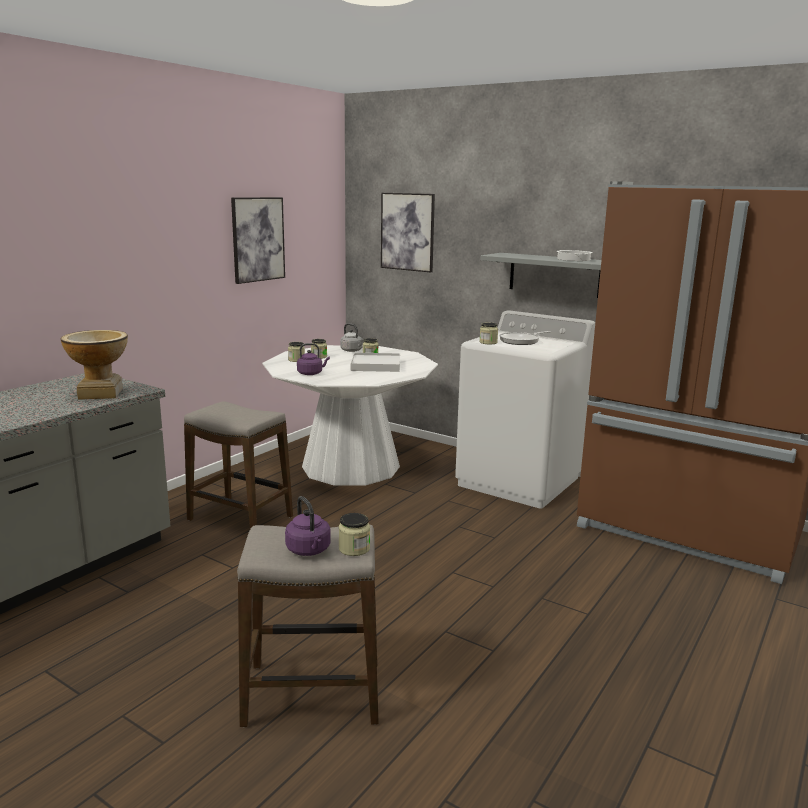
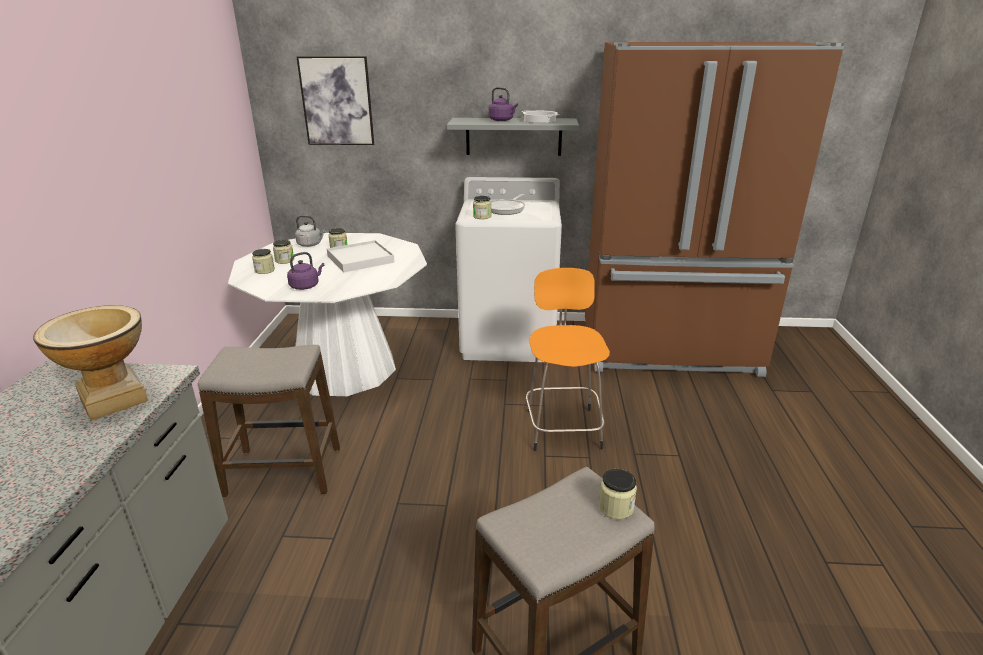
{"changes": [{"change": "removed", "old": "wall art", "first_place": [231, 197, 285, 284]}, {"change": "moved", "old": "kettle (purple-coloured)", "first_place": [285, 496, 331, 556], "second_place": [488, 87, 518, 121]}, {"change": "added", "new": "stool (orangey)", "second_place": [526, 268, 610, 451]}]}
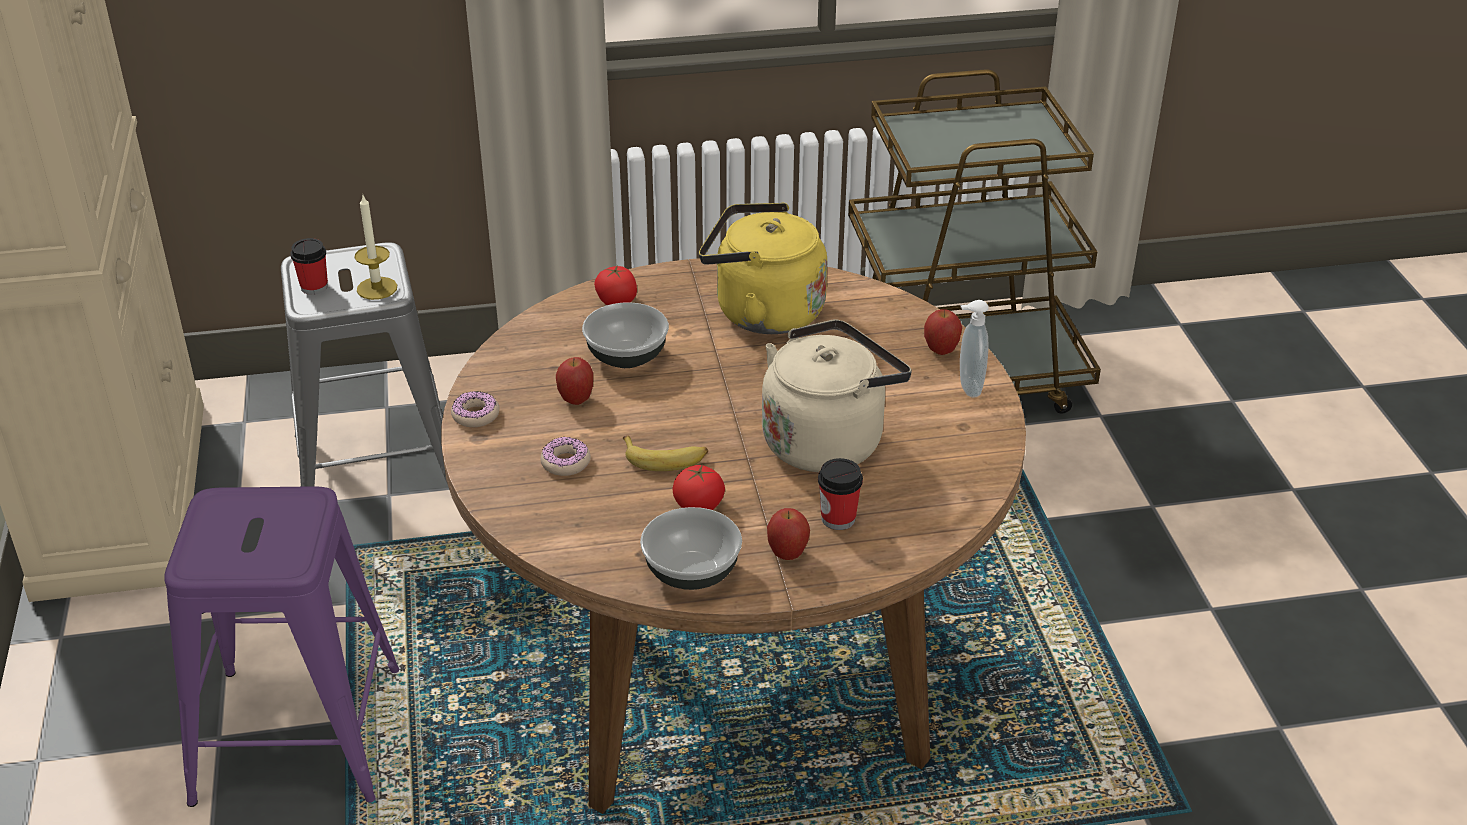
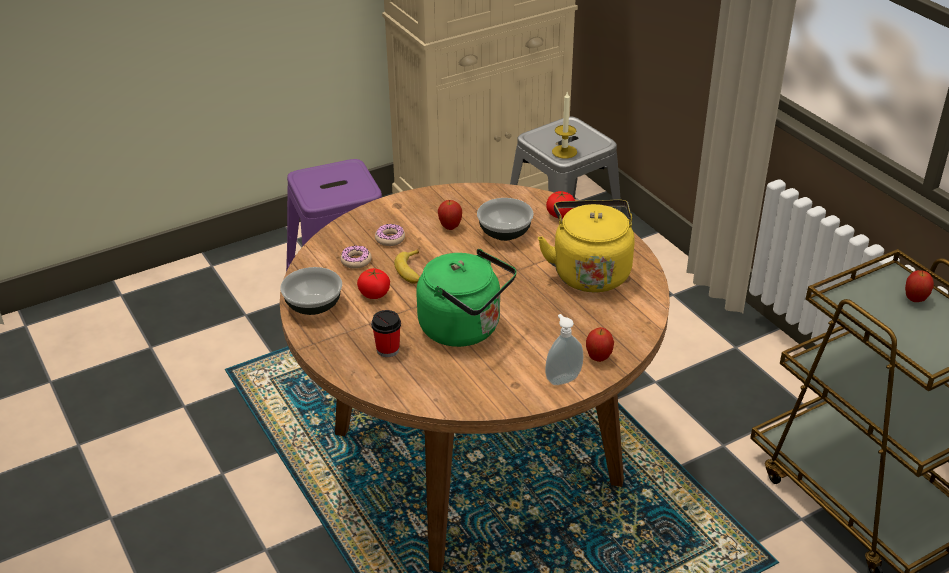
{"changes": [{"change": "removed", "old": "drinking cup", "first_place": [290, 238, 328, 295]}, {"change": "moved", "old": "ring doughnut", "first_place": [451, 391, 500, 427], "second_place": [340, 246, 371, 269]}, {"change": "recoloured", "old": "kettle (beige-coloured)", "new": "kettle (greenish)", "first_place": [762, 319, 912, 472], "second_place": [416, 249, 517, 347]}, {"change": "moved", "old": "apple fruit", "first_place": [767, 508, 810, 560], "second_place": [905, 270, 934, 302]}]}
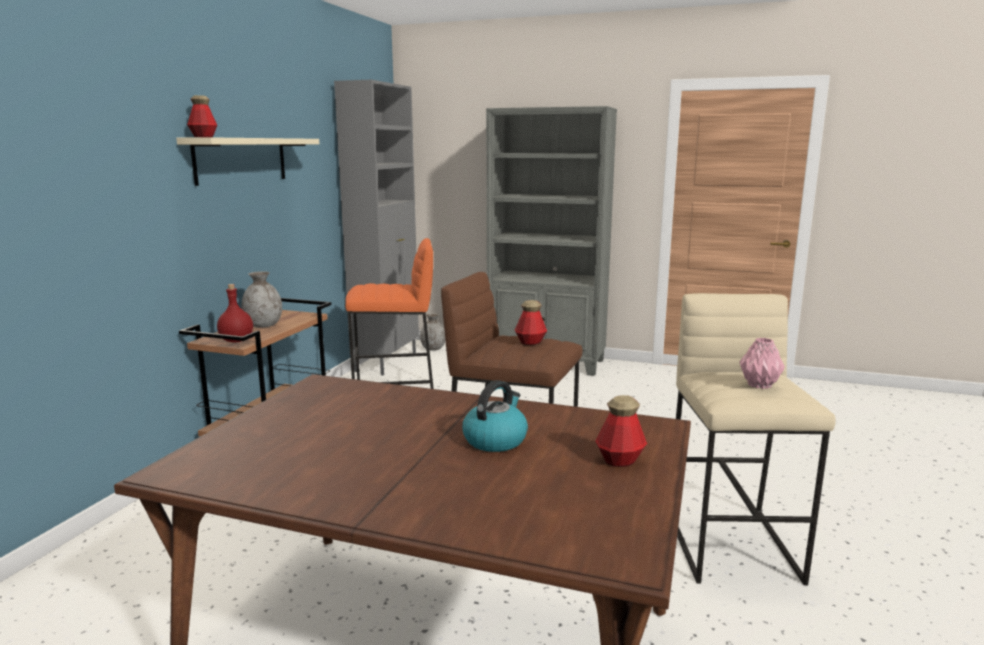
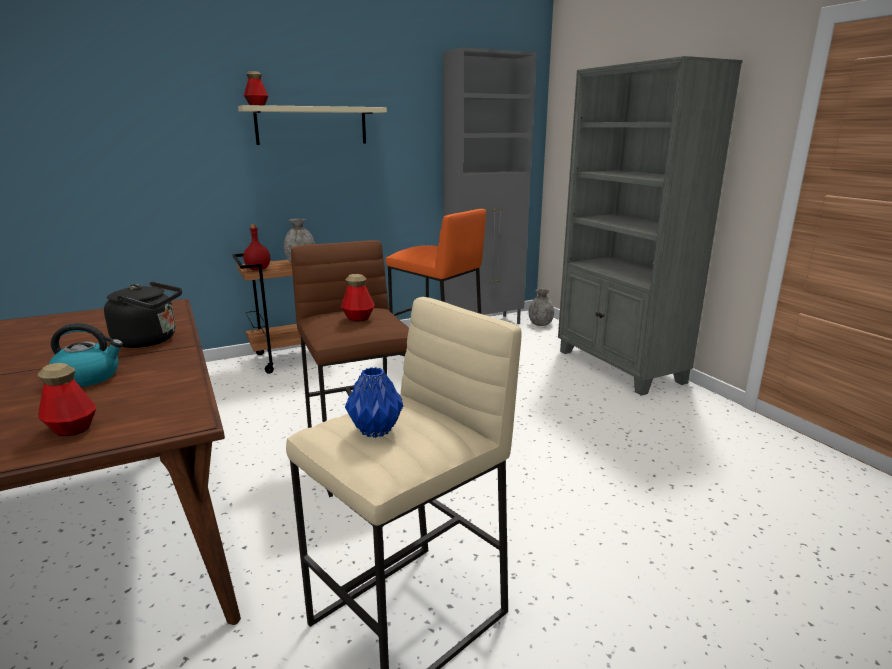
{"changes": [{"change": "recoloured", "old": "flower vase (pinkish)", "new": "flower vase (blue)", "first_place": [740, 338, 785, 389], "second_place": [345, 367, 404, 438]}, {"change": "added", "new": "kettle (black)", "second_place": [104, 281, 182, 348]}]}
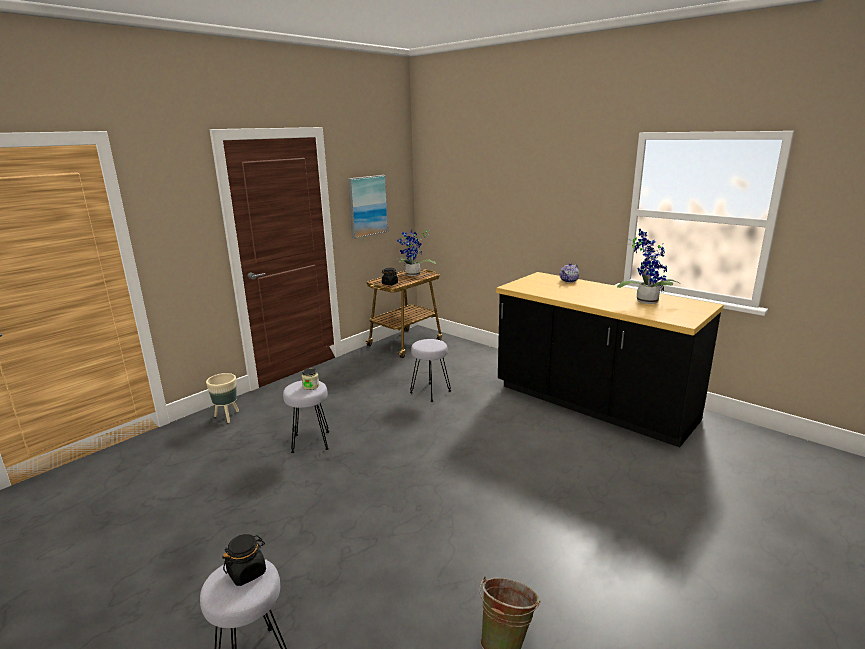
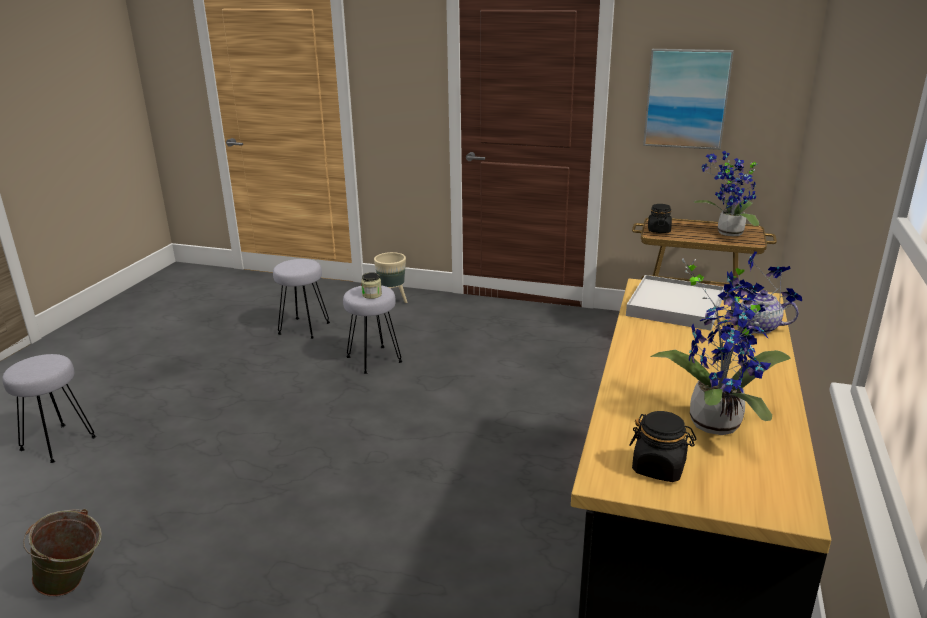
{"changes": [{"change": "moved", "old": "jar (black)", "first_place": [222, 534, 266, 586], "second_place": [629, 411, 696, 482]}, {"change": "moved", "old": "stool (greyish)", "first_place": [410, 339, 451, 402], "second_place": [273, 259, 330, 339]}, {"change": "added", "new": "tray (whitish)", "second_place": [626, 275, 724, 331]}]}
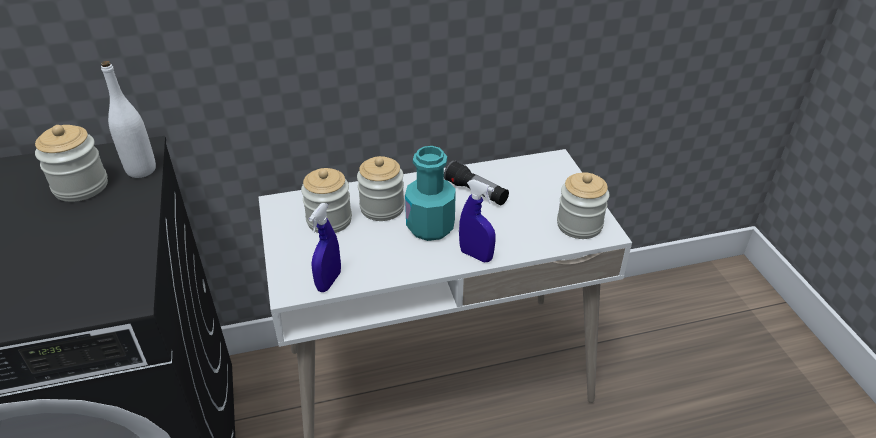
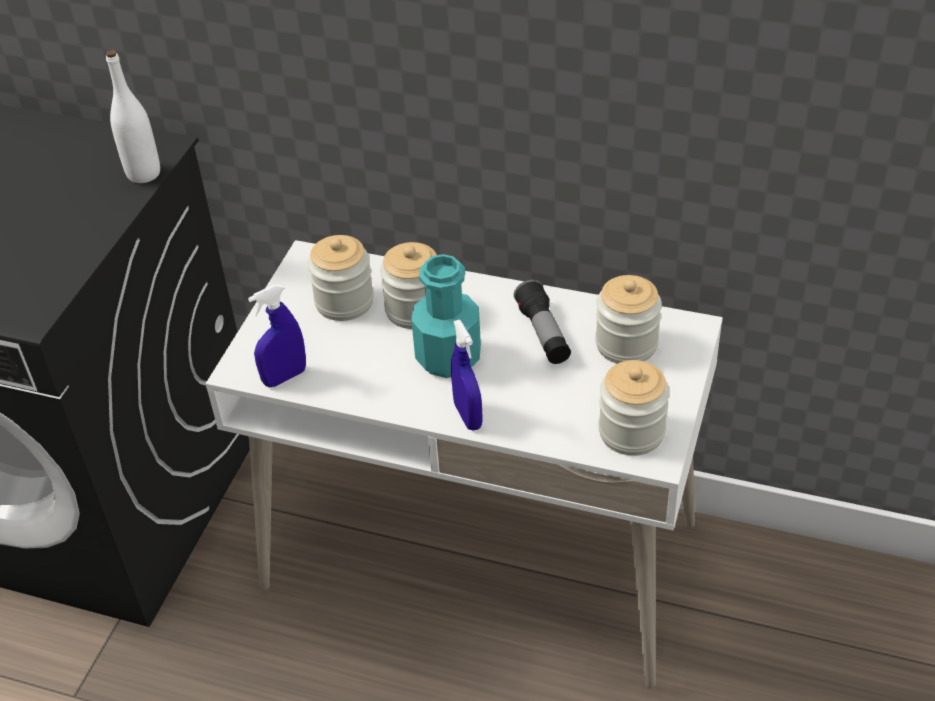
{"changes": [{"change": "moved", "old": "jar", "first_place": [35, 125, 108, 202], "second_place": [595, 275, 662, 364]}]}
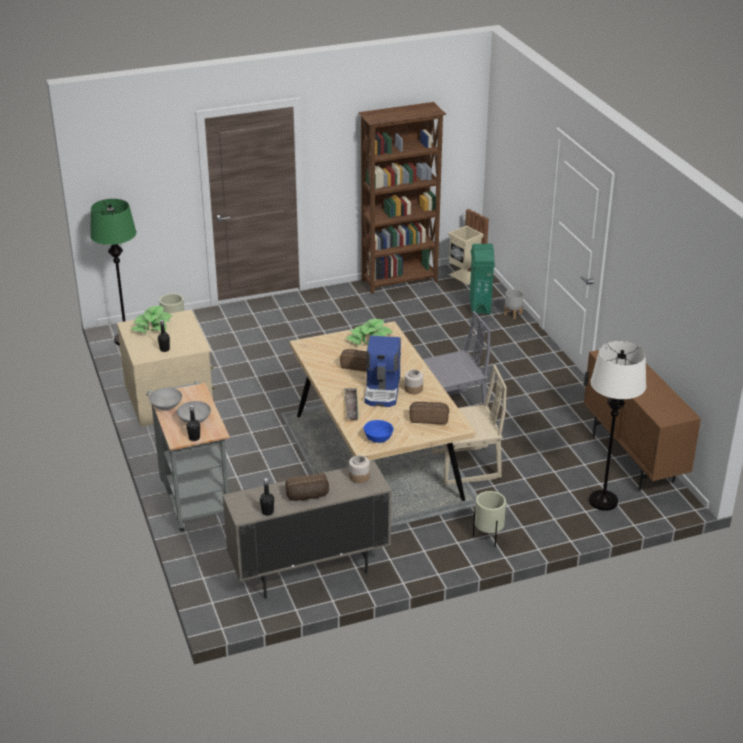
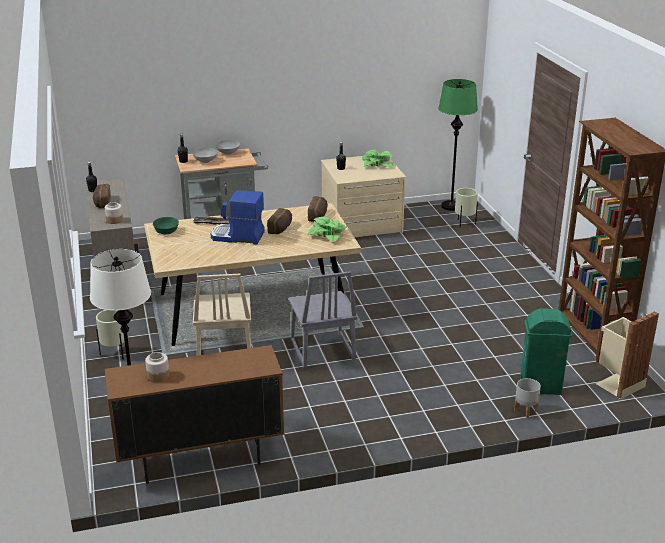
{"changes": [{"change": "recoloured", "old": "serving bowl (blue)", "new": "serving bowl (greenish)", "first_place": [364, 420, 394, 443], "second_place": [153, 217, 179, 235]}, {"change": "moved", "old": "jar", "first_place": [405, 369, 423, 394], "second_place": [145, 352, 169, 382]}, {"change": "moved", "old": "baked bread", "first_place": [409, 402, 449, 424], "second_place": [308, 196, 328, 222]}]}
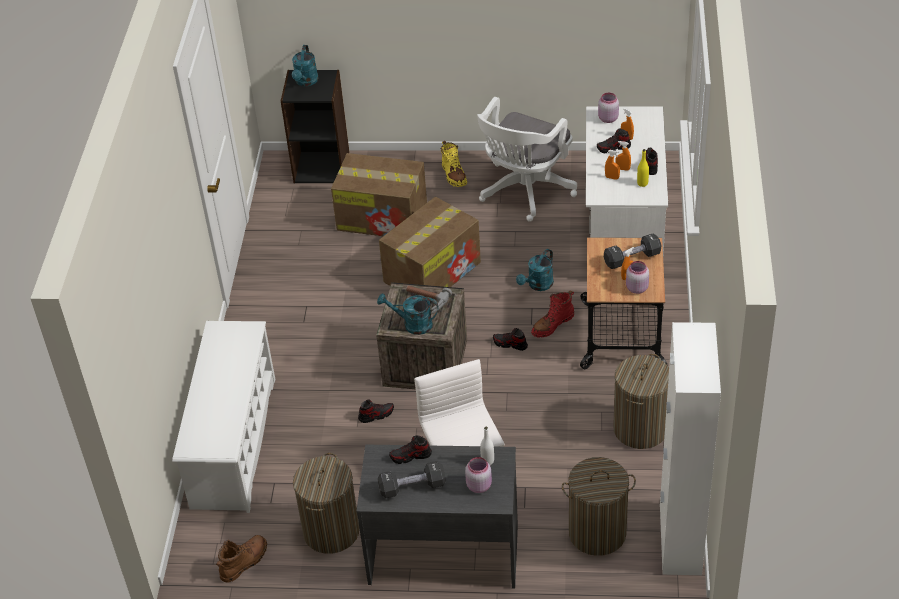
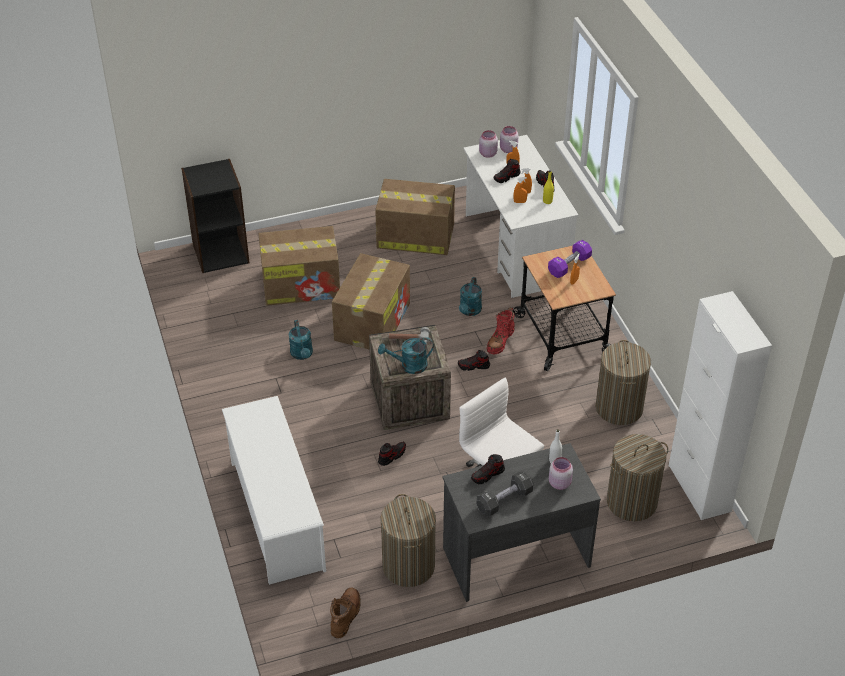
{"changes": [{"change": "moved", "old": "sprinkling can (turquoise)", "first_place": [292, 45, 318, 87], "second_place": [289, 320, 313, 360]}, {"change": "removed", "old": "tall boot (yellow)", "first_place": [441, 141, 467, 187]}, {"change": "replaced", "old": "office chair (whitish)", "new": "packing box", "first_place": [477, 97, 577, 222], "second_place": [375, 179, 455, 255]}, {"change": "recoloured", "old": "free weight (black)", "new": "free weight (purple-coloured)", "first_place": [604, 233, 661, 269], "second_place": [548, 240, 592, 278]}, {"change": "moved", "old": "jar (pinkish)", "first_place": [626, 261, 649, 294], "second_place": [500, 126, 518, 153]}]}
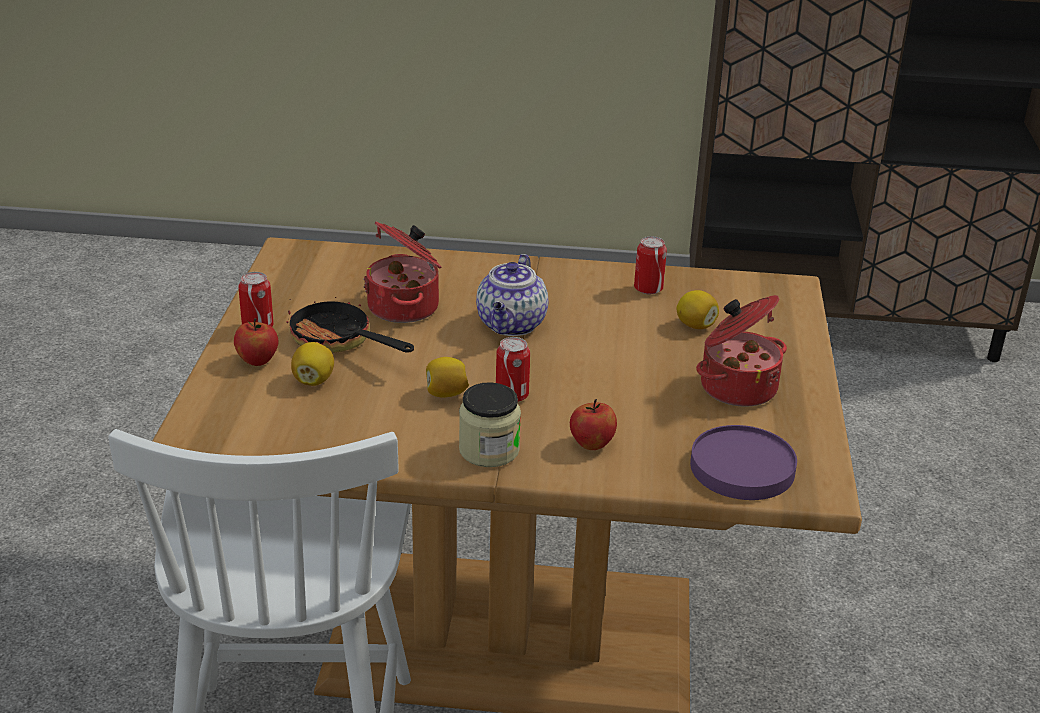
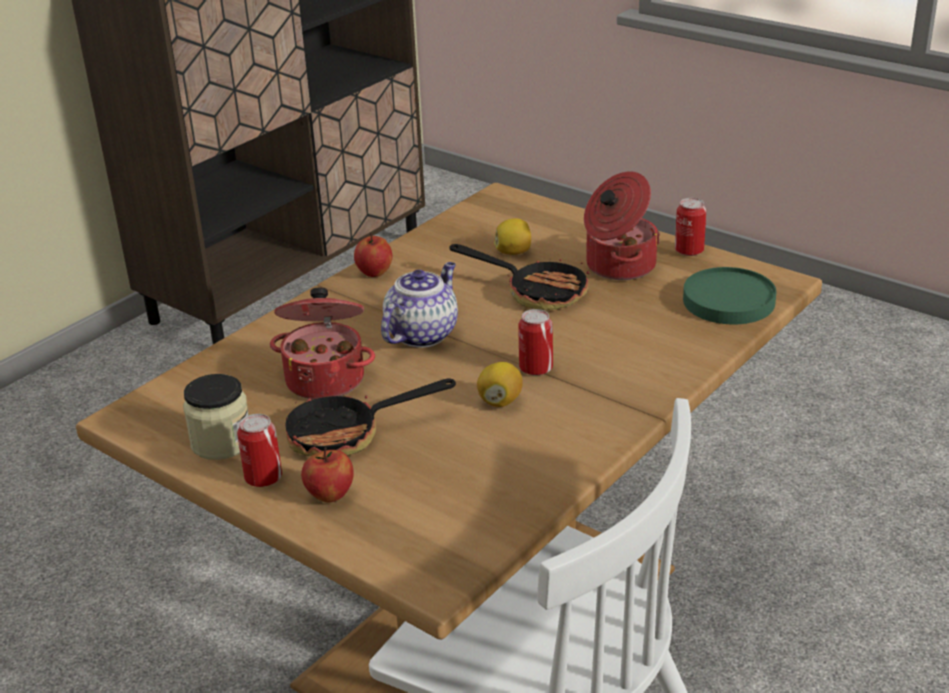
{"changes": [{"change": "removed", "old": "whole lemon", "first_place": [291, 342, 334, 386]}, {"change": "moved", "old": "jar", "first_place": [459, 382, 521, 467], "second_place": [183, 374, 249, 460]}, {"change": "turned", "old": "tea pot", "first_place": [476, 254, 548, 336], "second_place": [381, 262, 458, 348], "degrees": -105}, {"change": "moved", "old": "apple fruit", "first_place": [570, 399, 617, 450], "second_place": [354, 232, 392, 277]}, {"change": "moved", "old": "sealed can", "first_place": [634, 236, 667, 294], "second_place": [675, 198, 706, 256]}, {"change": "recoloured", "old": "plate (purple-coloured)", "new": "plate (greenish)", "first_place": [690, 425, 797, 500], "second_place": [683, 267, 777, 324]}, {"change": "added", "new": "pan", "second_place": [450, 244, 589, 311]}]}
